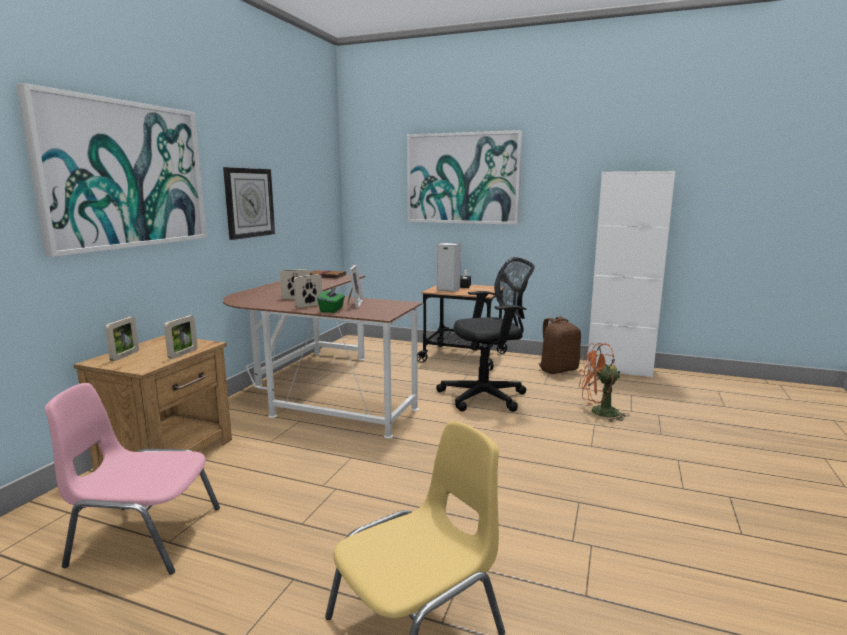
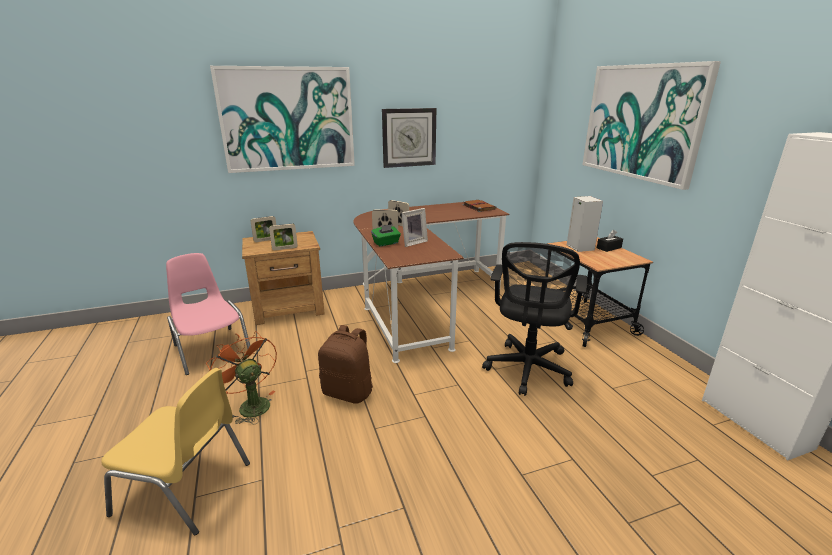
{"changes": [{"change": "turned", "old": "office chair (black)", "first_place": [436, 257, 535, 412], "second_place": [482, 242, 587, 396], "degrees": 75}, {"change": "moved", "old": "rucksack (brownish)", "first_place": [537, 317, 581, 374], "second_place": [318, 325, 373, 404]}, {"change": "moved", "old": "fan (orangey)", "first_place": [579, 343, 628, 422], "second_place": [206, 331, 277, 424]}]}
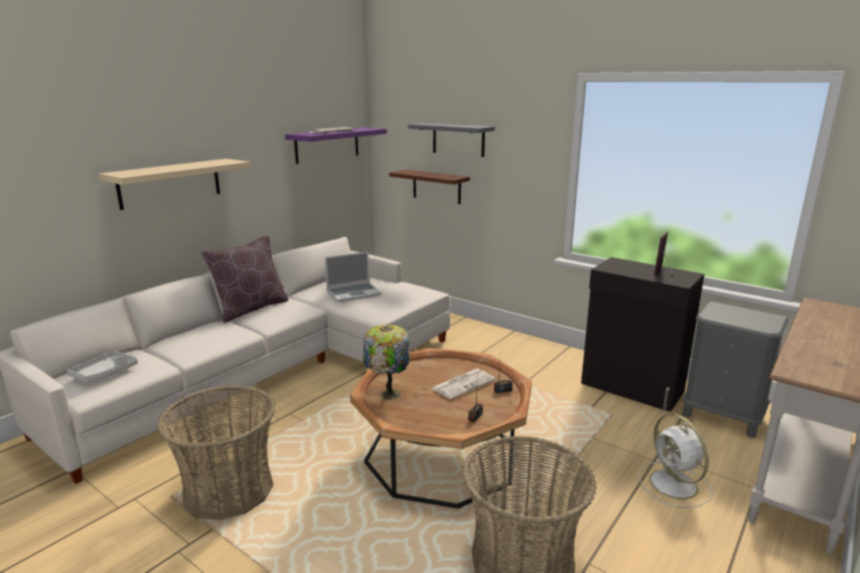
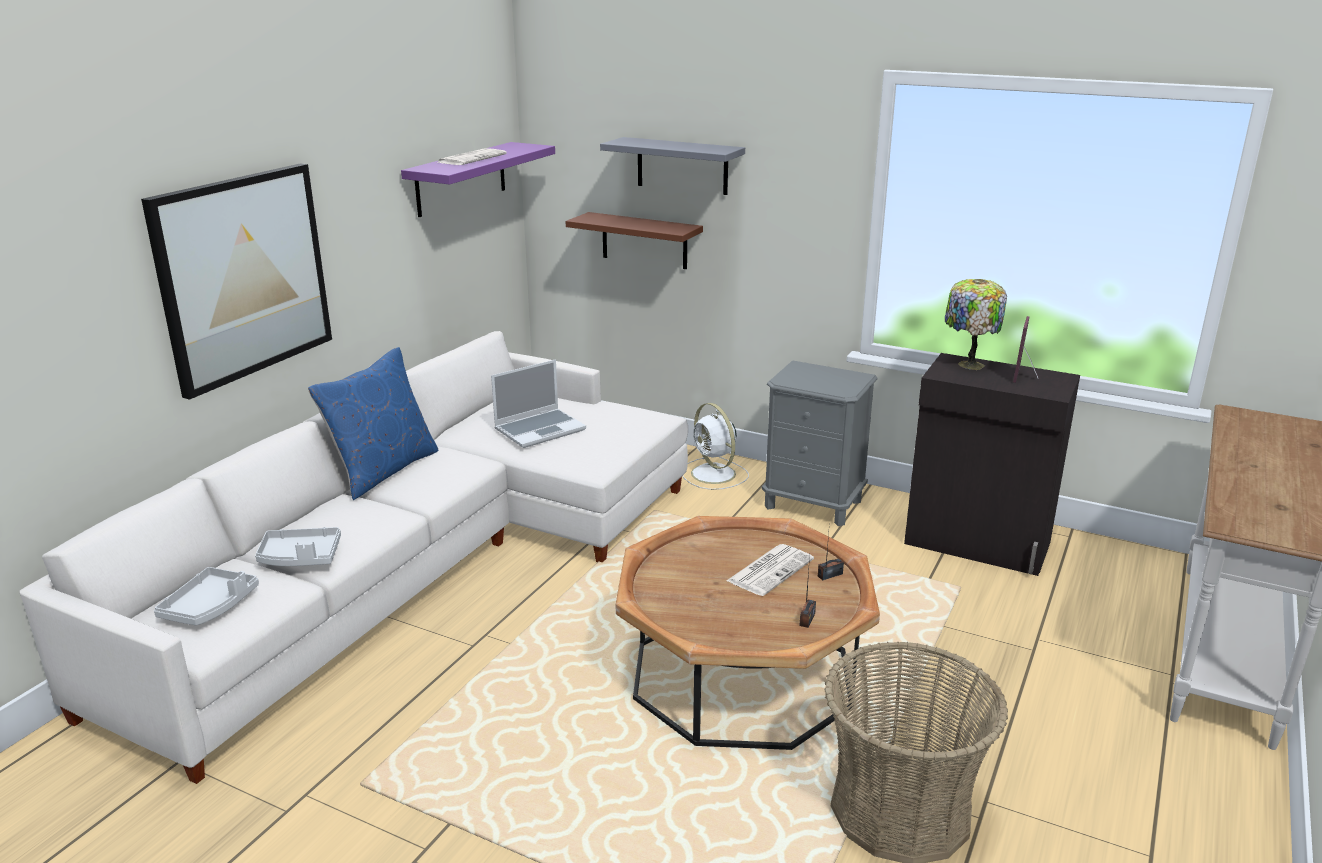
{"changes": [{"change": "replaced", "old": "bracket shelf (beige-coloured)", "new": "wall art", "first_place": [98, 159, 251, 210], "second_place": [141, 163, 332, 400]}, {"change": "removed", "old": "storage basket", "first_place": [157, 385, 276, 520]}, {"change": "recoloured", "old": "throw pillow (brownish)", "new": "throw pillow (blue)", "first_place": [201, 236, 289, 323], "second_place": [308, 347, 439, 500]}, {"change": "moved", "old": "tabletop lamp", "first_place": [363, 325, 410, 400], "second_place": [945, 279, 1007, 370]}, {"change": "moved", "old": "fan (whitish)", "first_place": [639, 414, 713, 508], "second_place": [683, 403, 749, 490]}, {"change": "moved", "old": "nightstand (greyish)", "first_place": [682, 301, 789, 438], "second_place": [762, 360, 877, 526]}, {"change": "added", "new": "tray (greyish)", "second_place": [255, 527, 341, 566]}]}
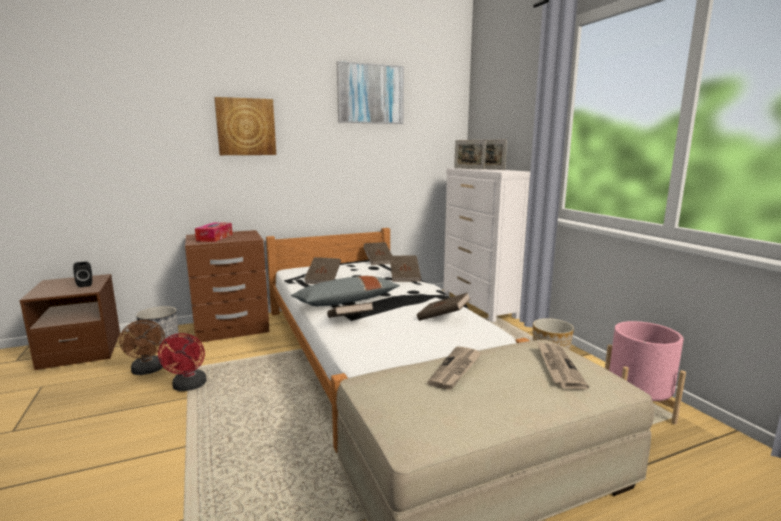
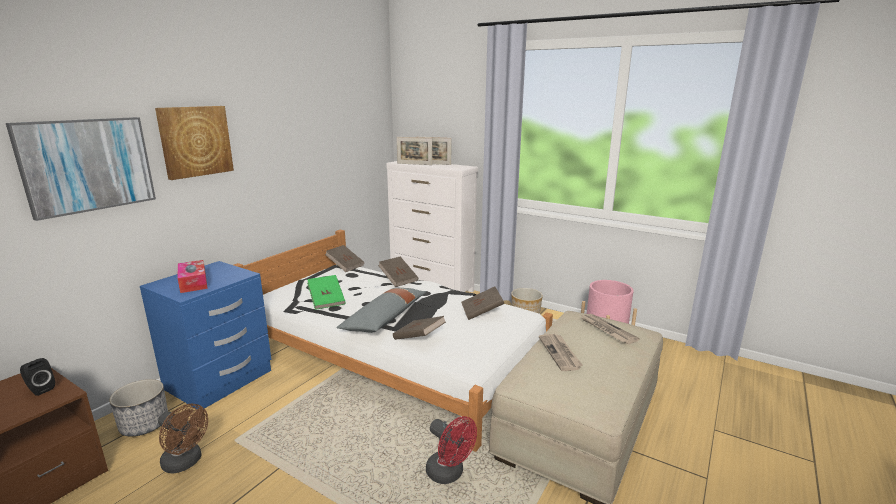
{"changes": [{"change": "moved", "old": "fan (reddish)", "first_place": [158, 333, 206, 391], "second_place": [426, 416, 477, 484]}, {"change": "recoloured", "old": "nightstand (brownish)", "new": "nightstand (blue)", "first_place": [185, 230, 269, 343], "second_place": [140, 261, 271, 409]}, {"change": "recoloured", "old": "book (brownish)", "new": "book (greenish)", "first_place": [304, 257, 341, 284], "second_place": [307, 275, 346, 310]}, {"change": "moved", "old": "wall art", "first_place": [337, 61, 404, 124], "second_place": [6, 117, 156, 221]}]}
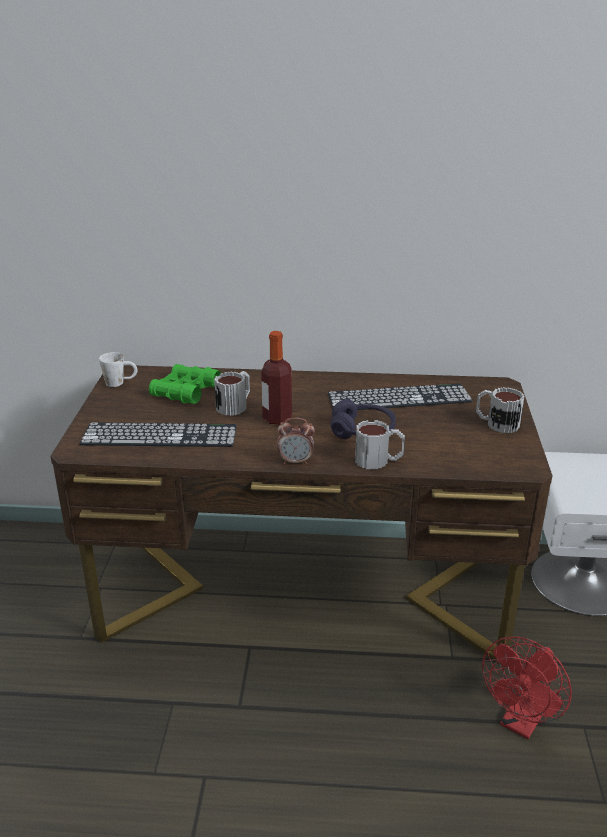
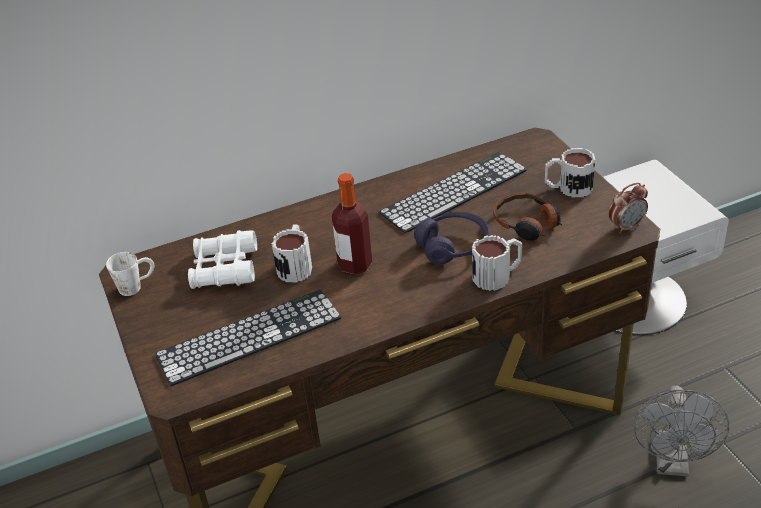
{"changes": [{"change": "recoloured", "old": "field glasses (greenish)", "new": "field glasses (whitish)", "first_place": [149, 364, 221, 404], "second_place": [188, 230, 257, 289]}, {"change": "moved", "old": "bedside clock", "first_place": [277, 418, 315, 464], "second_place": [609, 183, 648, 234]}, {"change": "recoloured", "old": "fan (reddish)", "new": "fan (greyish)", "first_place": [482, 636, 572, 739], "second_place": [634, 386, 729, 476]}, {"change": "added", "new": "pair of headphones", "second_place": [493, 193, 563, 241]}]}
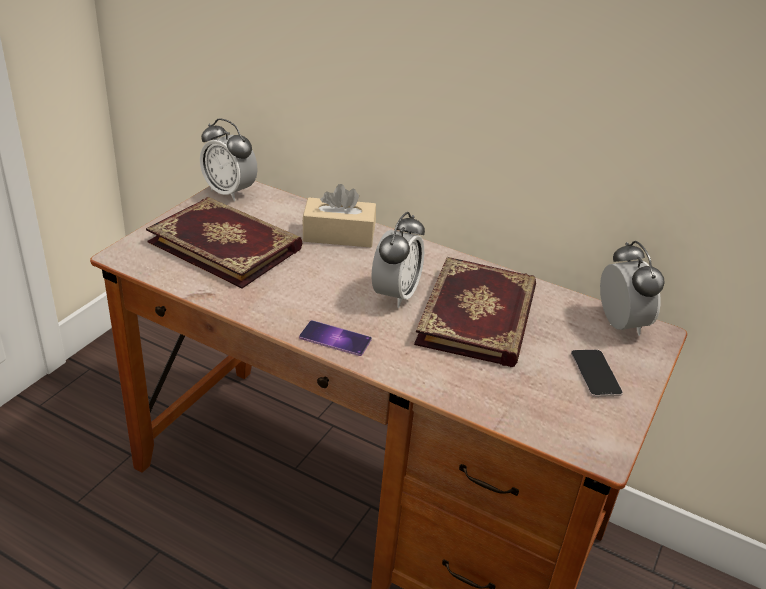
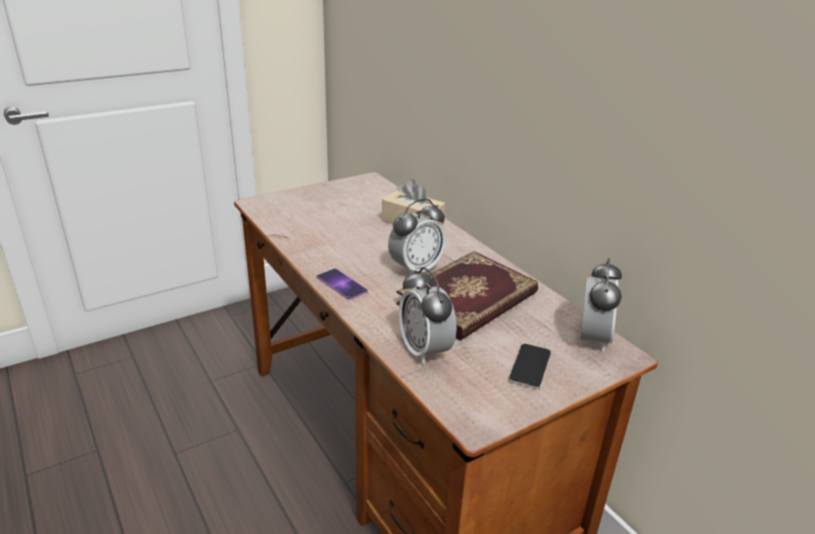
{"changes": [{"change": "removed", "old": "book", "first_place": [146, 197, 302, 288]}, {"change": "moved", "old": "bedside clock", "first_place": [200, 119, 258, 201], "second_place": [399, 267, 457, 365]}]}
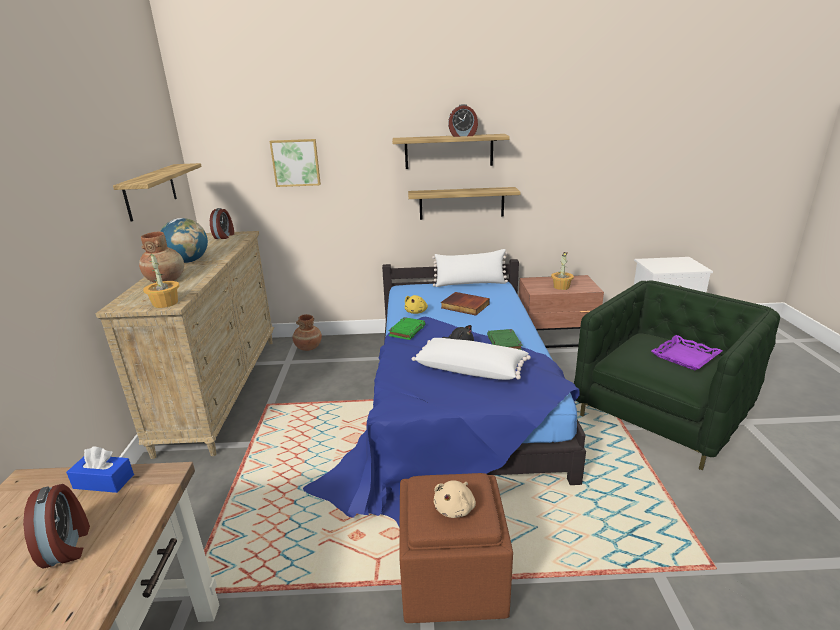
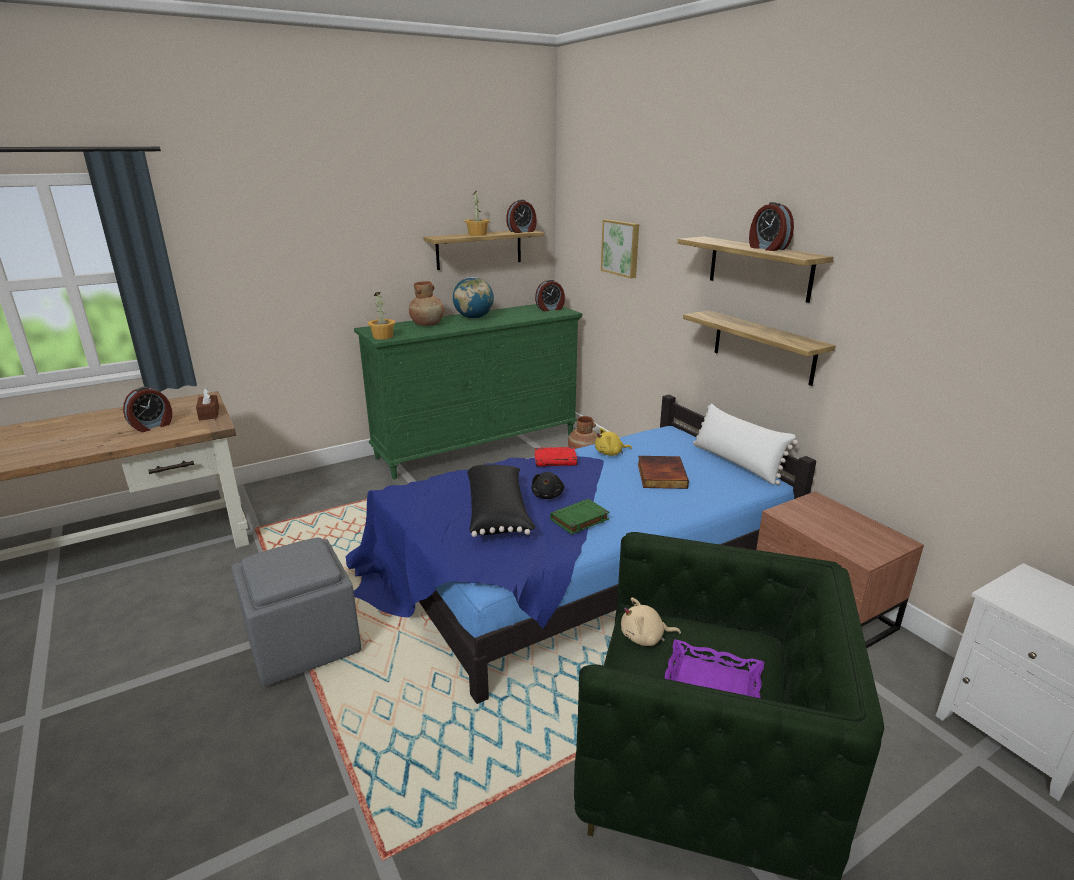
{"changes": [{"change": "recoloured", "old": "box of tissues (blue)", "new": "box of tissues (brownish)", "first_place": [66, 447, 134, 493], "second_place": [196, 388, 219, 420]}, {"change": "recoloured", "old": "chest of drawers (beige-coloured)", "new": "chest of drawers (greenish)", "first_place": [95, 231, 274, 459], "second_place": [354, 304, 582, 479]}, {"change": "recoloured", "old": "book (greenish)", "new": "book (reddish)", "first_place": [388, 317, 426, 340], "second_place": [535, 447, 577, 467]}, {"change": "recoloured", "old": "footrest (brownish)", "new": "footrest (greyish)", "first_place": [399, 473, 513, 623], "second_place": [232, 538, 362, 686]}, {"change": "recoloured", "old": "throw pillow (whitish)", "new": "throw pillow (black)", "first_place": [412, 338, 531, 380], "second_place": [467, 465, 535, 537]}, {"change": "moved", "old": "cuddly toy (beige-coloured)", "first_place": [434, 480, 476, 518], "second_place": [621, 597, 681, 646]}, {"change": "moved", "old": "potted plant", "first_place": [551, 252, 574, 290], "second_place": [465, 191, 490, 236]}, {"change": "added", "new": "bedside clock", "second_place": [506, 200, 537, 233]}]}
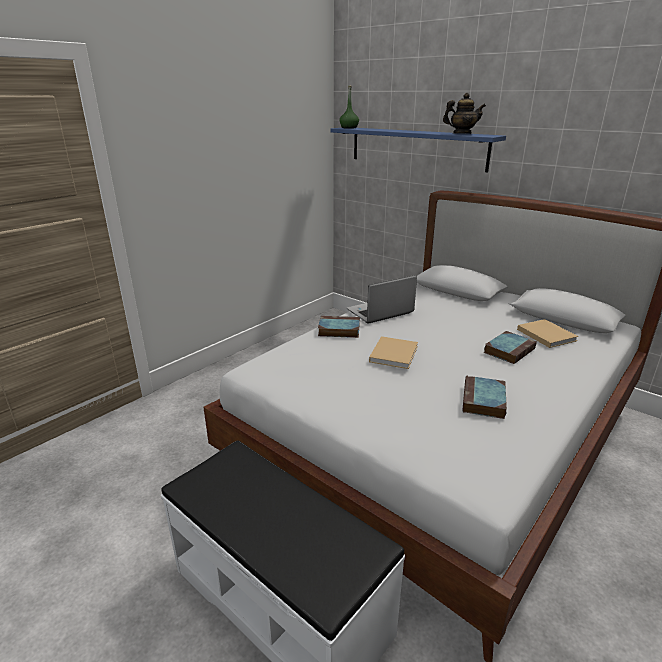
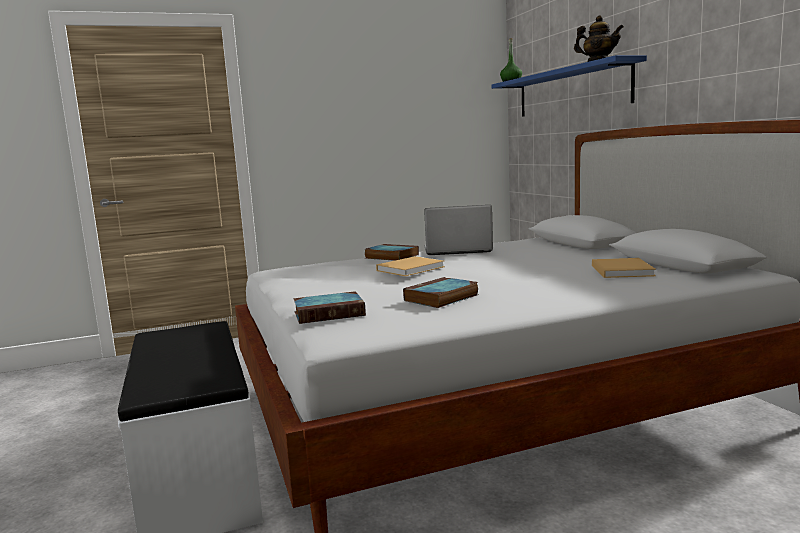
{"changes": [{"change": "moved", "old": "book", "first_place": [484, 331, 537, 364], "second_place": [293, 291, 366, 324]}]}
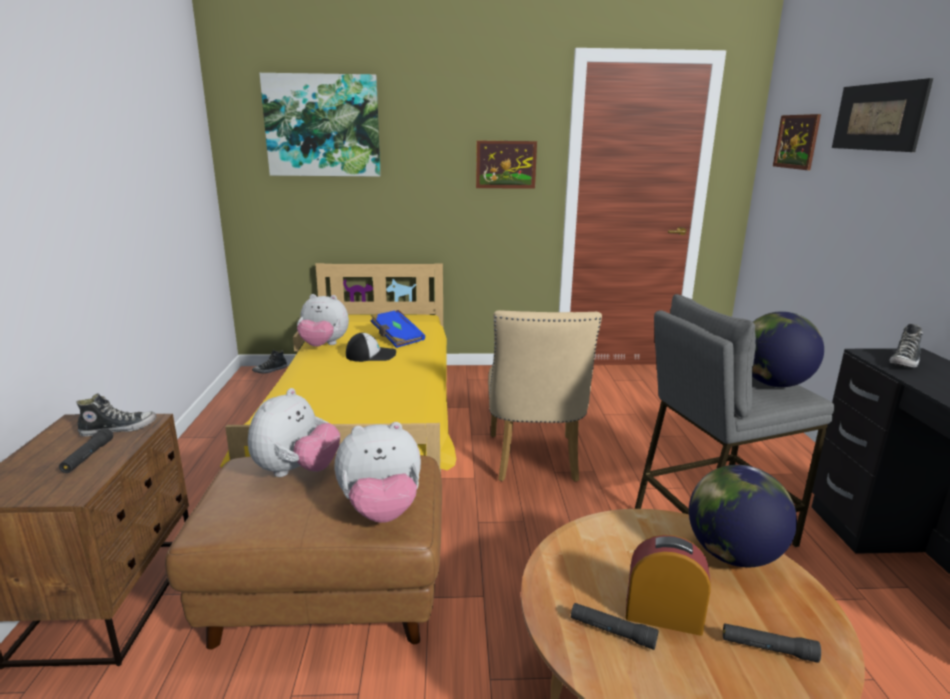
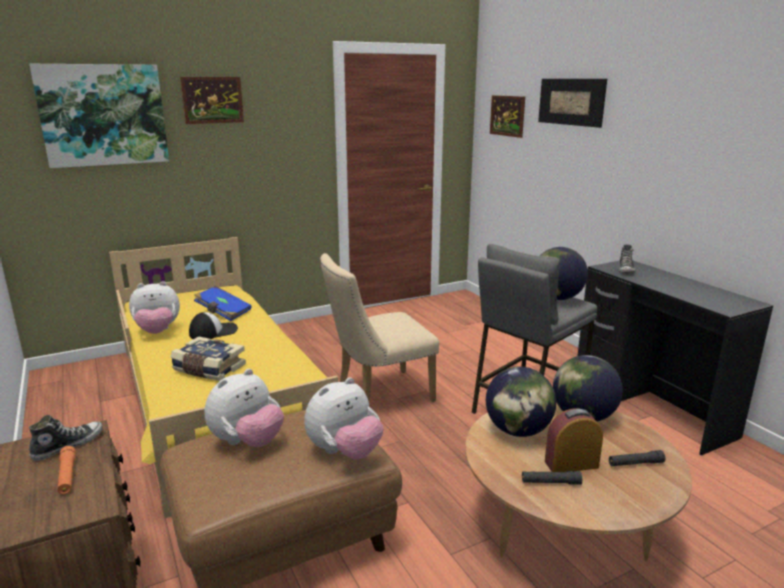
{"changes": [{"change": "recoloured", "old": "torch (black)", "new": "torch (orangey)", "first_place": [59, 428, 113, 473], "second_place": [57, 446, 76, 494]}, {"change": "turned", "old": "cuddly toy", "first_place": [248, 388, 340, 477], "second_place": [204, 369, 284, 447], "degrees": 45}, {"change": "removed", "old": "low shoe", "first_place": [252, 349, 287, 374]}, {"change": "moved", "old": "wall art", "first_place": [476, 141, 537, 189], "second_place": [180, 77, 244, 124]}, {"change": "turned", "old": "chair (beige-coloured)", "first_place": [488, 310, 602, 482], "second_place": [320, 253, 439, 402], "degrees": 90}, {"change": "added", "new": "book", "second_place": [170, 336, 246, 381]}, {"change": "added", "new": "globe", "second_place": [486, 366, 556, 437]}]}
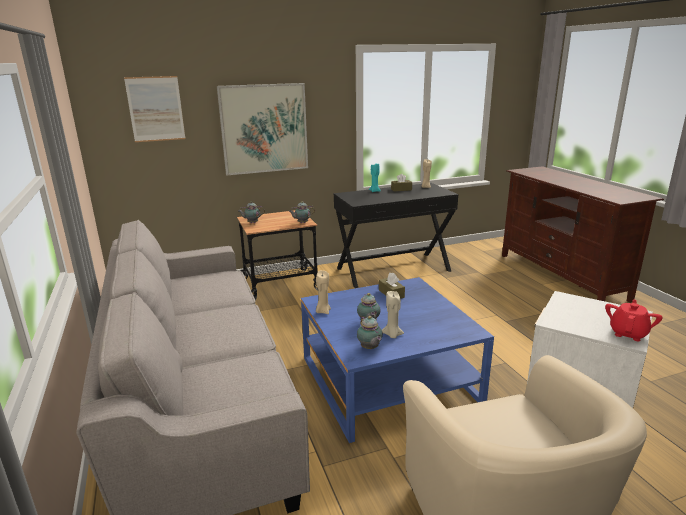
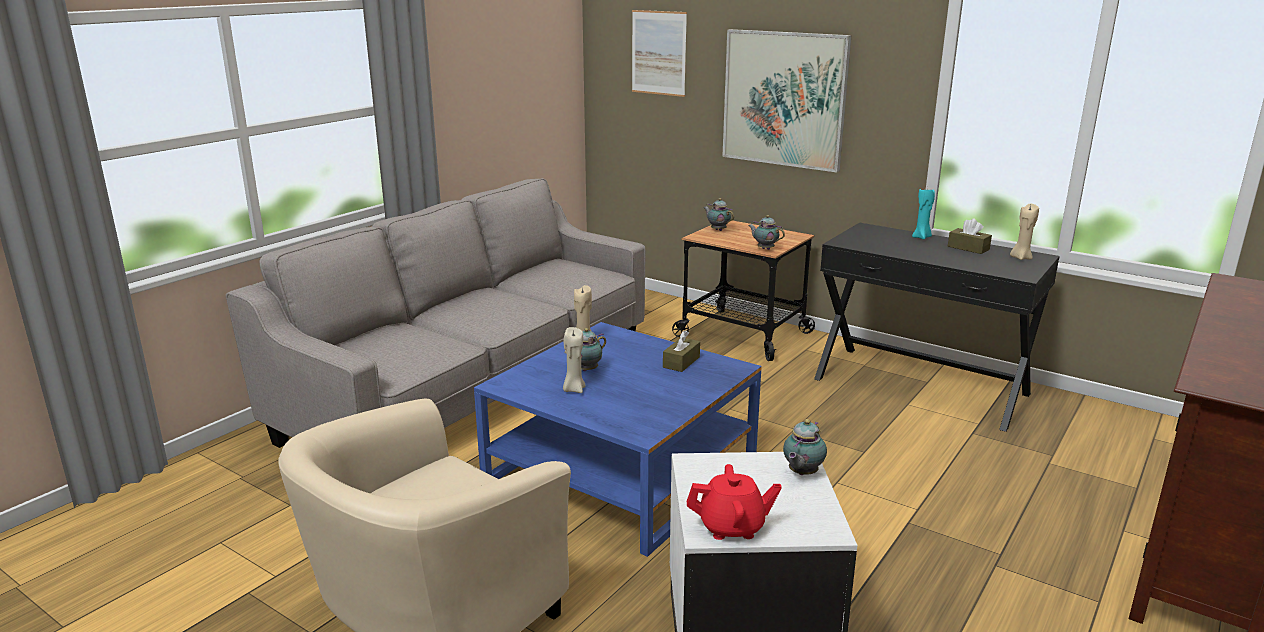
{"changes": [{"change": "moved", "old": "tea pot", "first_place": [357, 316, 383, 350], "second_place": [783, 419, 827, 475]}]}
